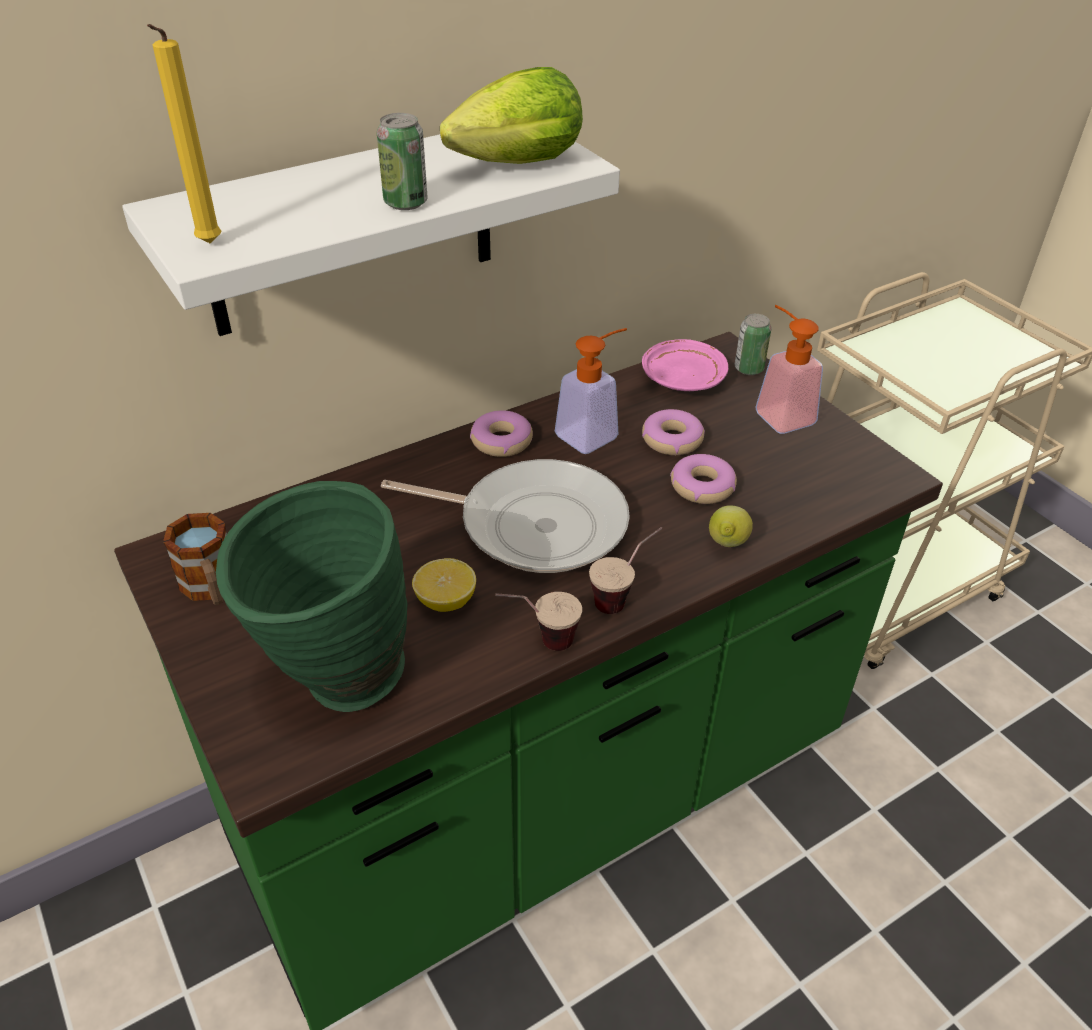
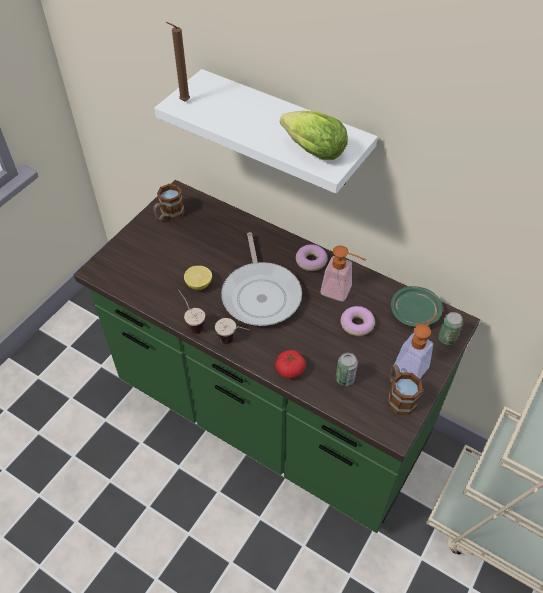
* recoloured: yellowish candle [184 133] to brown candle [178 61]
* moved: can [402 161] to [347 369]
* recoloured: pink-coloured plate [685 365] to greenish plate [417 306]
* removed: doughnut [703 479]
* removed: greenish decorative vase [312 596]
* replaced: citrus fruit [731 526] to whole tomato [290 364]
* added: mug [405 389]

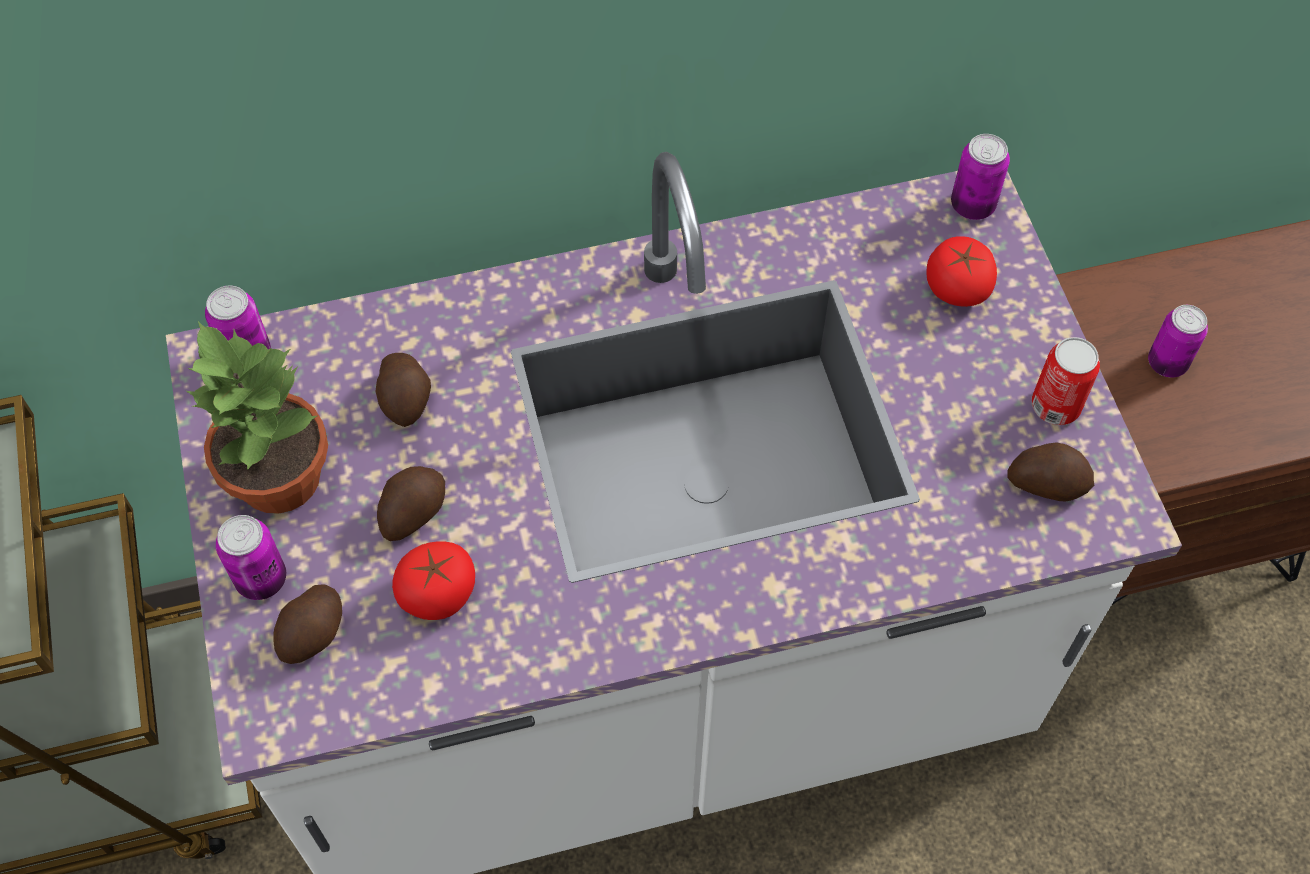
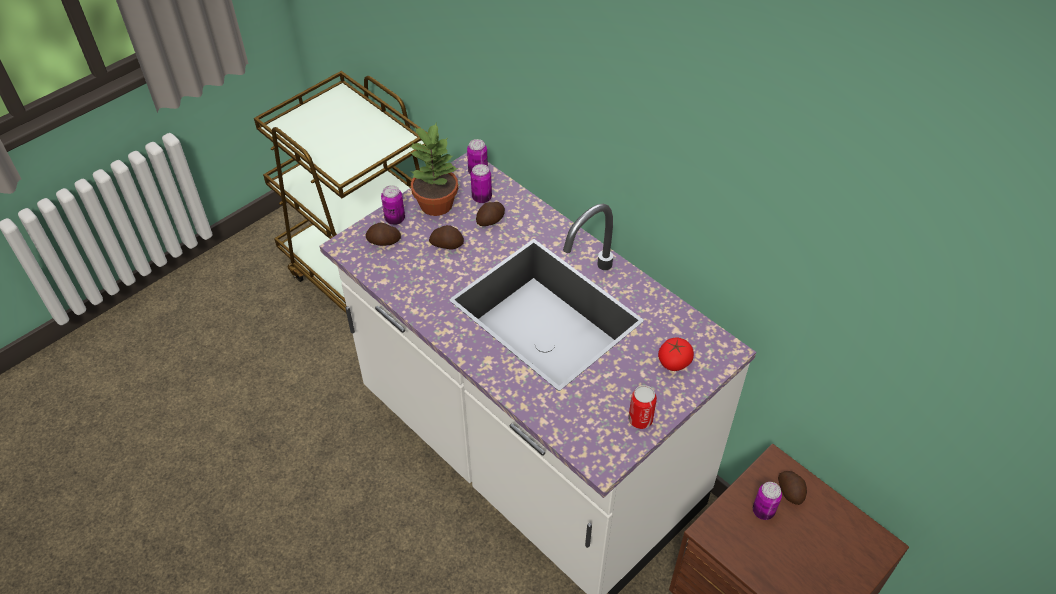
* moved: can [980 177] to [481 183]
* moved: whole potato [1050 471] to [792 488]
* removed: whole tomato [433 580]

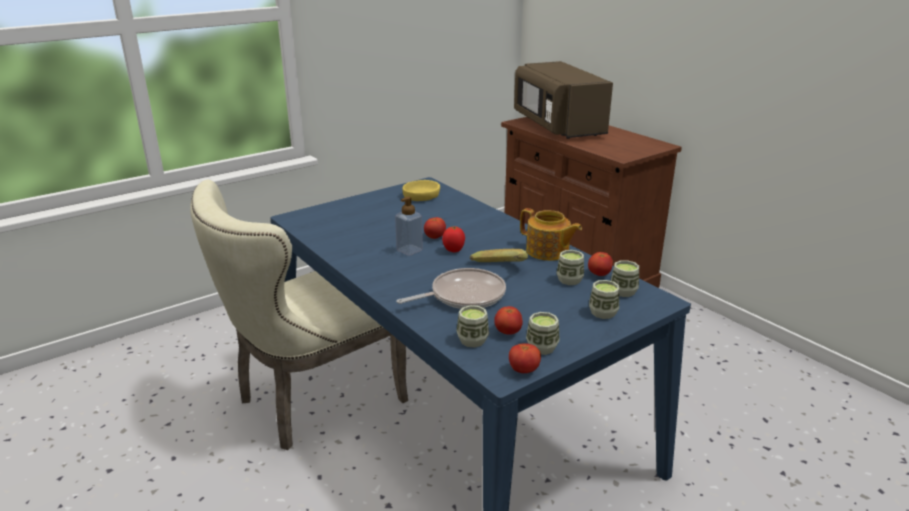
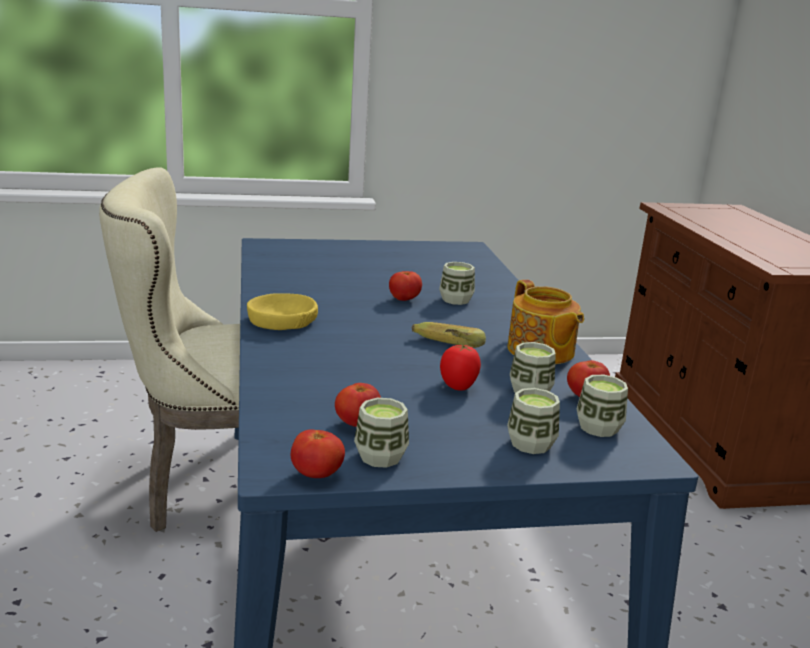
* removed: brown kitchen microwave [563 100]
* moved: yellowish bowl [421 190] to [282 311]
* removed: soap dispenser [409 226]
* moved: whole tomato [453 239] to [460 367]
* removed: frying pan [451 288]
* moved: small cup [473 326] to [457 283]

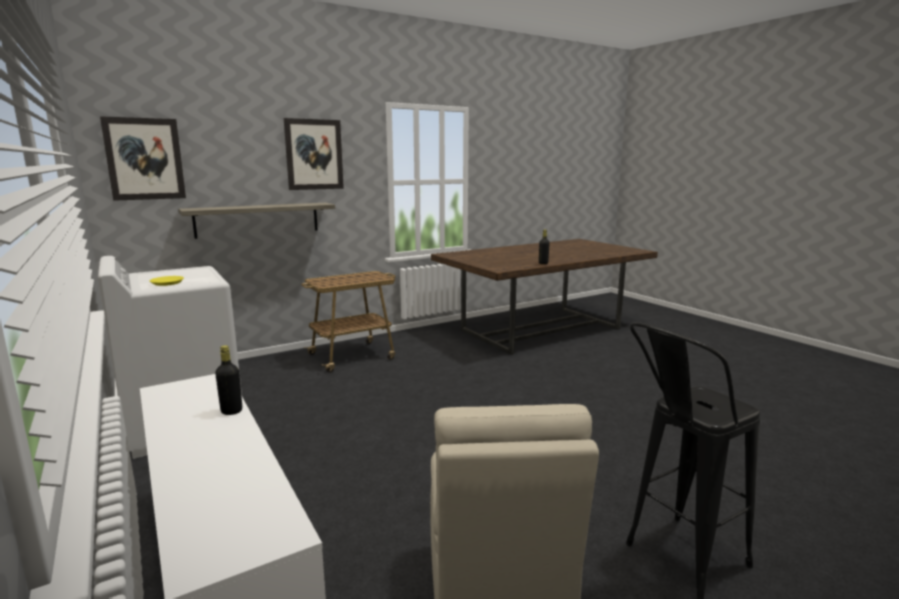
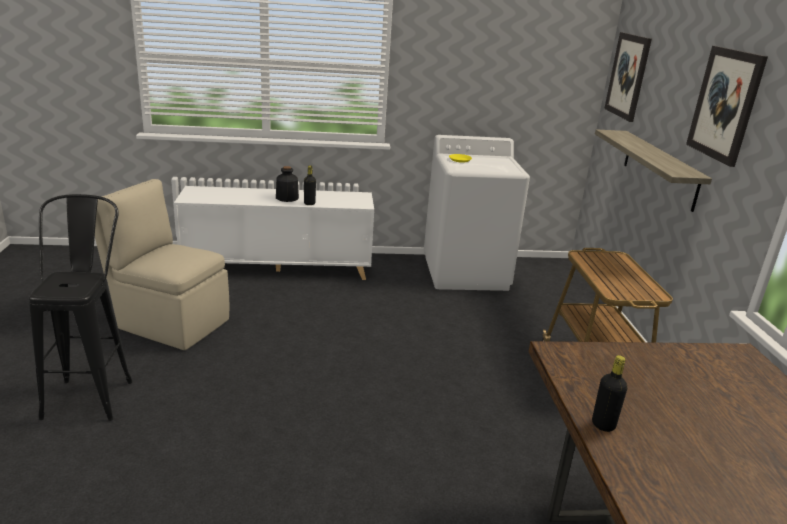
* added: beverage bottle [287 184]

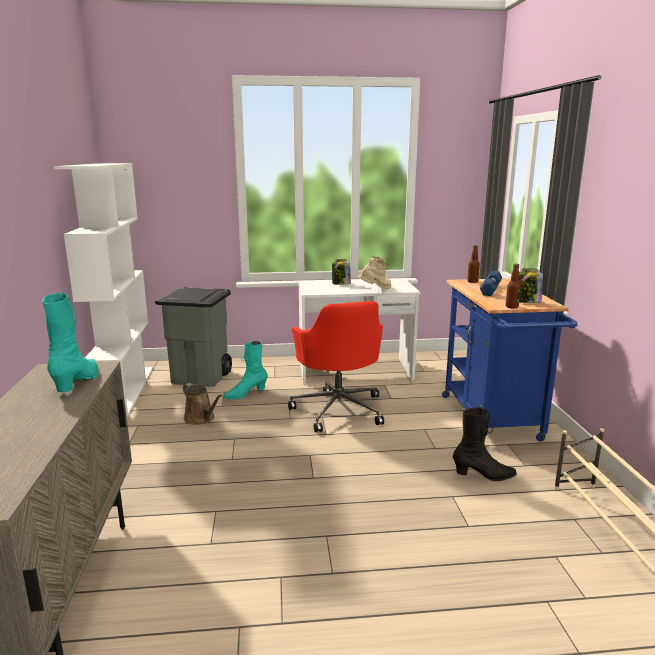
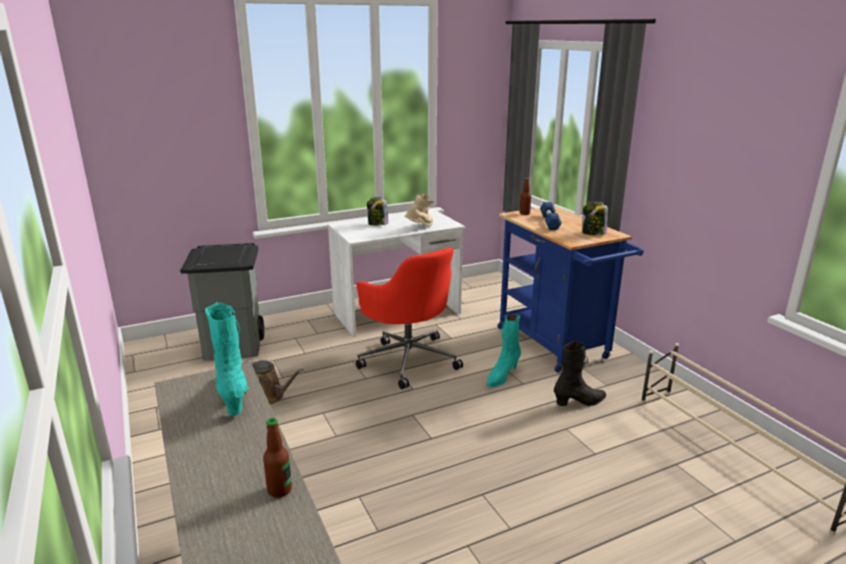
* removed: white-coloured bookcase [103 290]
* moved: beverage bottle [513 286] to [277 458]
* moved: turquoise high-top boot [245 370] to [503 350]

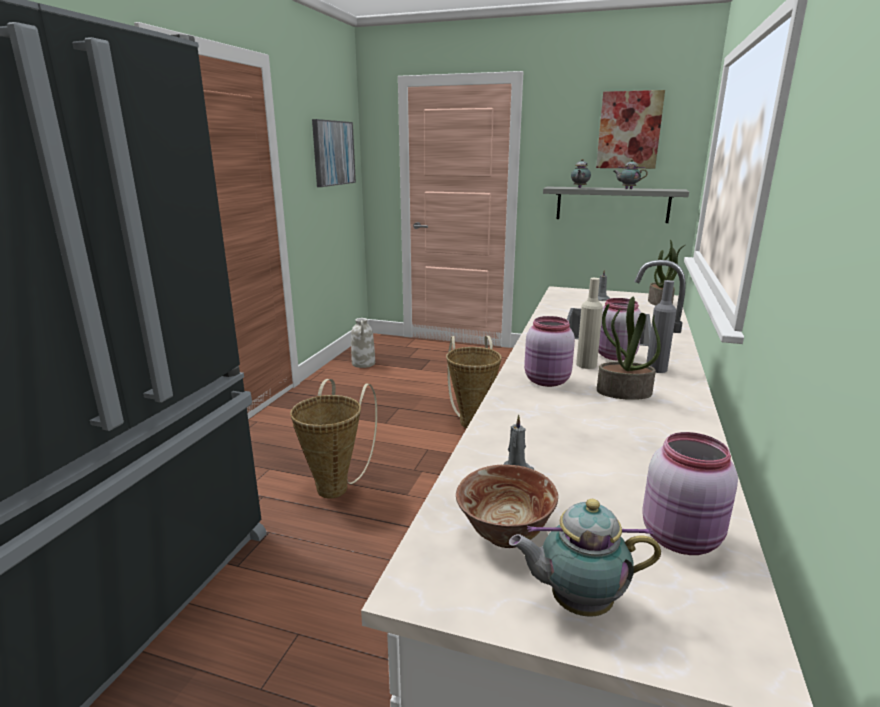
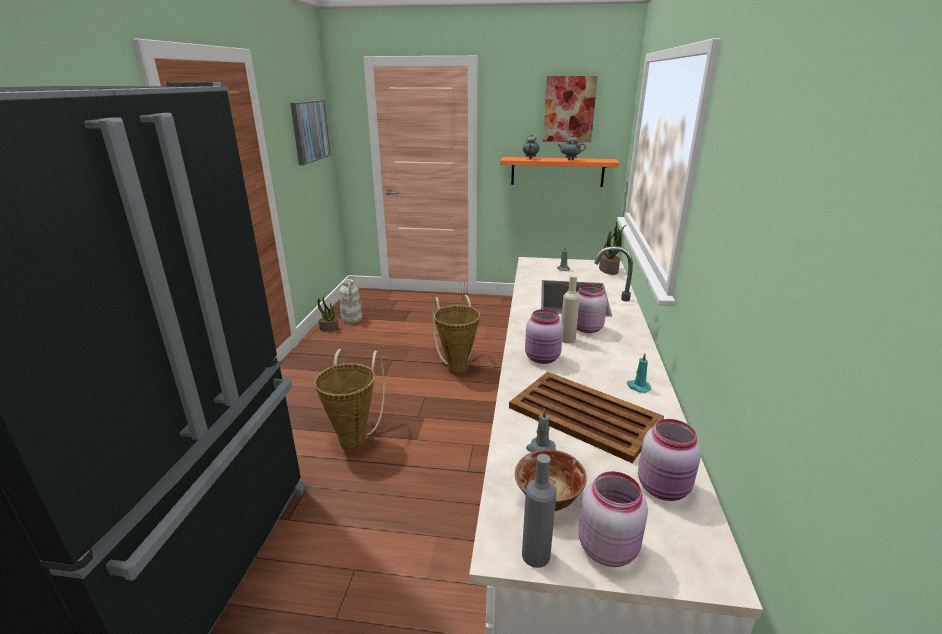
* recoloured: greyish wall shelf [616 204] to orange wall shelf [559 172]
* moved: greyish beverage bottle [661 326] to [539 511]
* moved: plant in a pot [629 348] to [328 314]
* replaced: tea pot [585 558] to pink-coloured jar [613 519]
* added: turquoise candle [639 373]
* added: brown carrying tray [586 417]

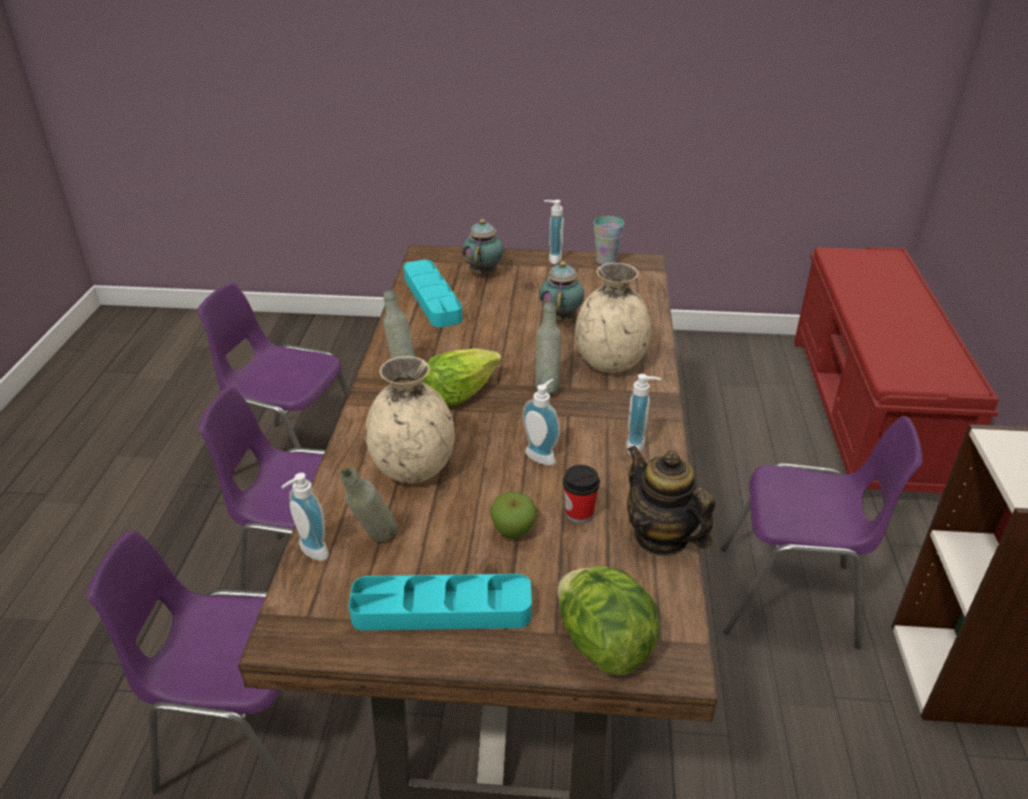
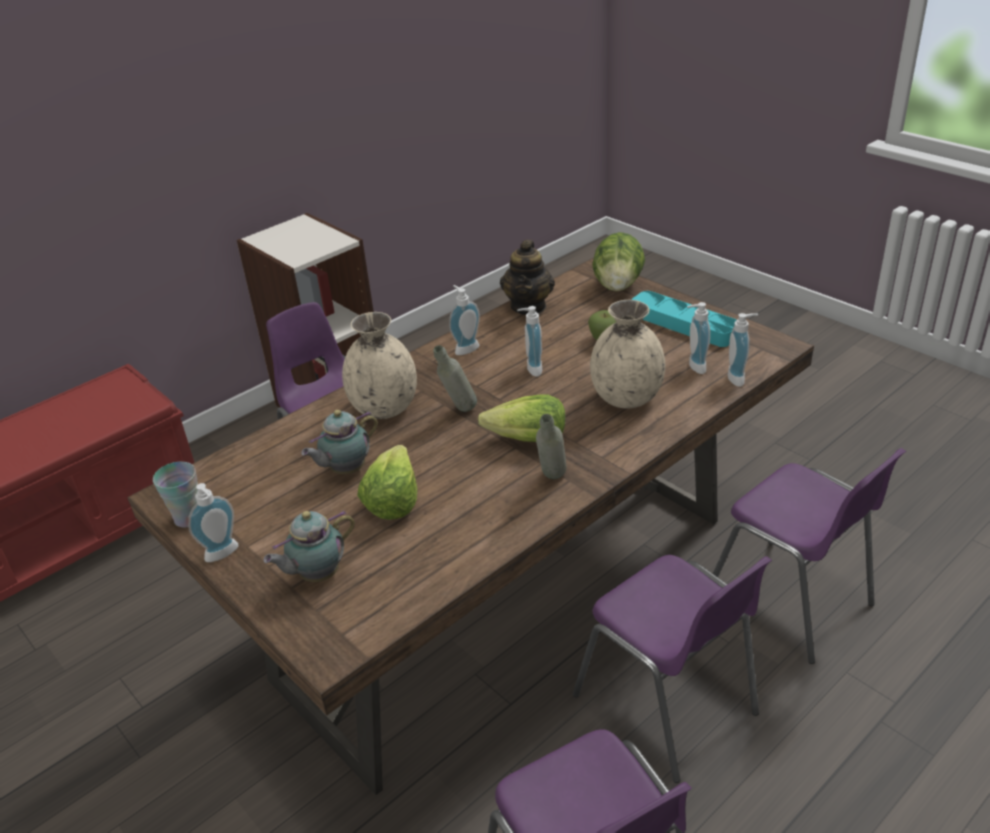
* removed: turquoise carrying tray [432 293]
* removed: small cup [581 494]
* replaced: greyish beverage bottle [369 505] to soap dispenser [698 338]
* added: head of lettuce [387 482]

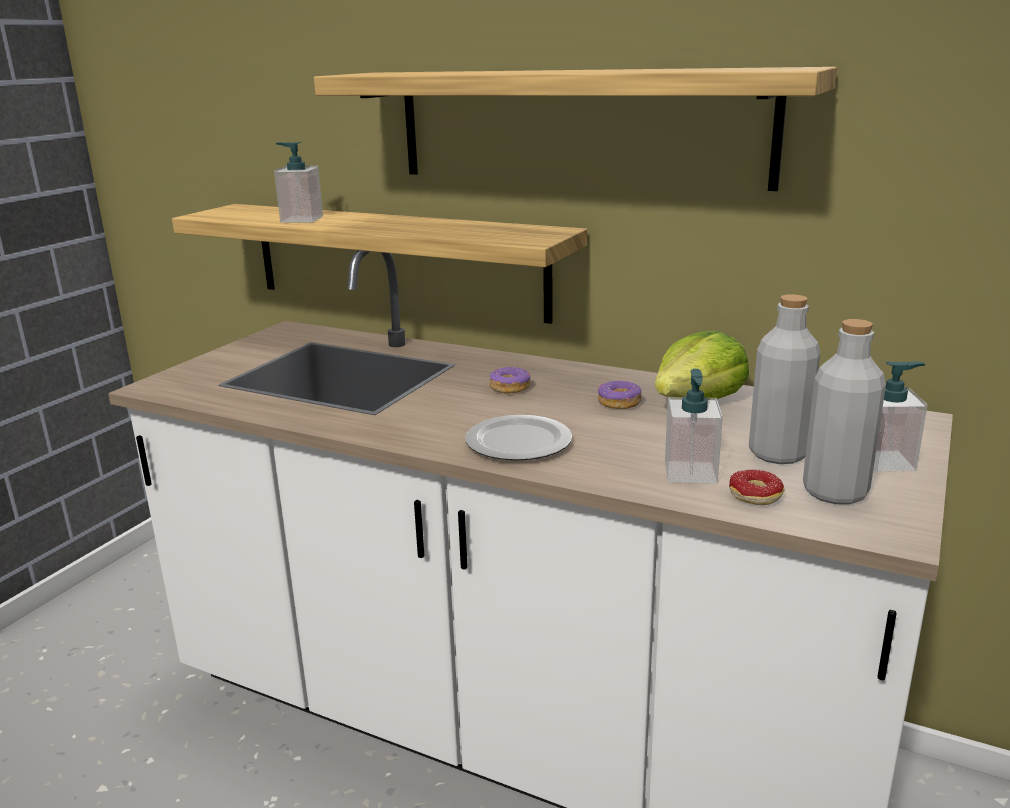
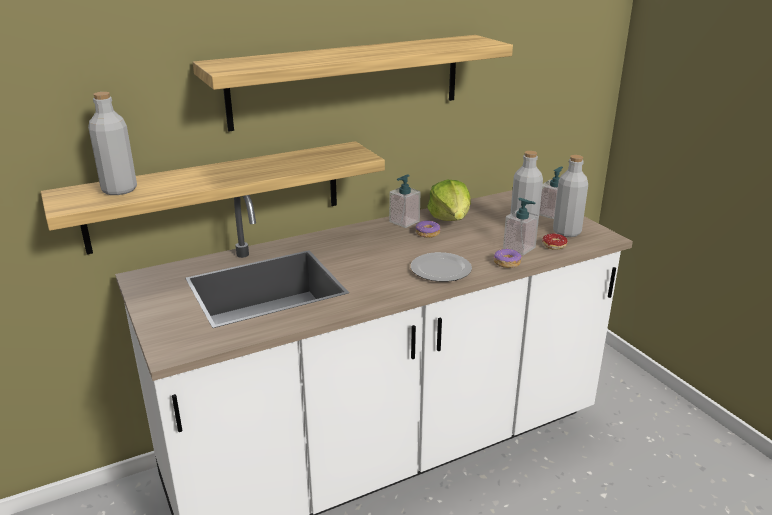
* moved: soap dispenser [298 182] to [405 201]
* moved: doughnut [509 380] to [508 258]
* added: greyish beverage bottle [112 143]

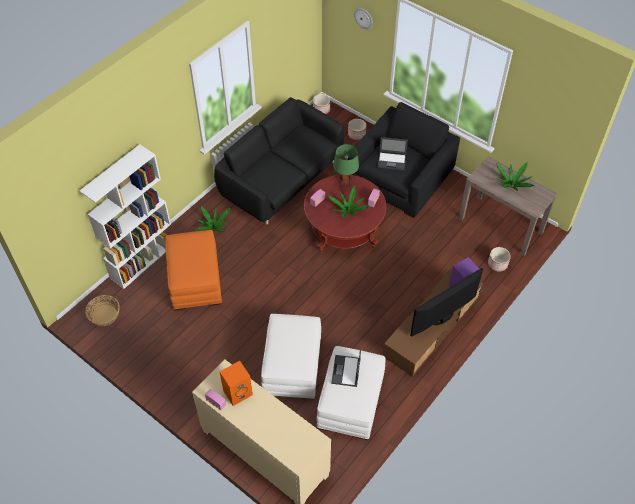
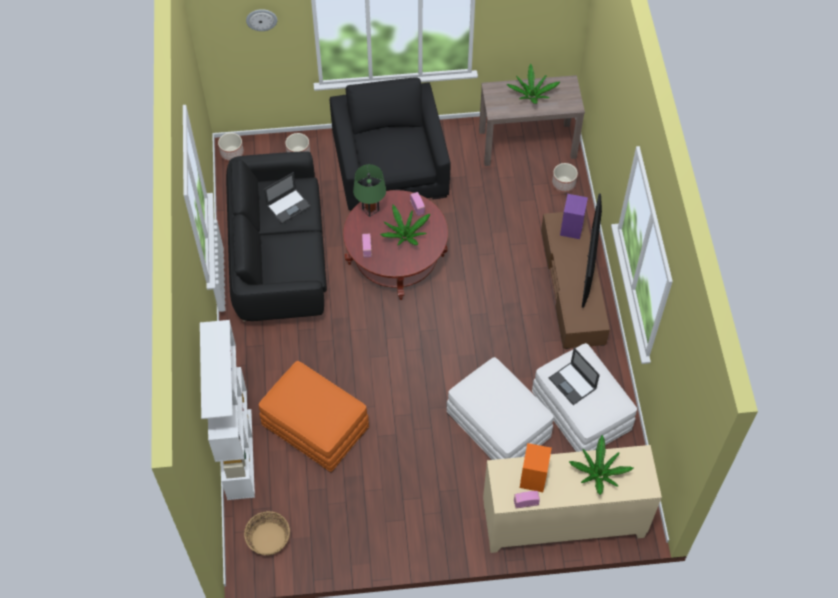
* moved: laptop [392 153] to [287 198]
* moved: plant in a pot [212 219] to [601 465]

